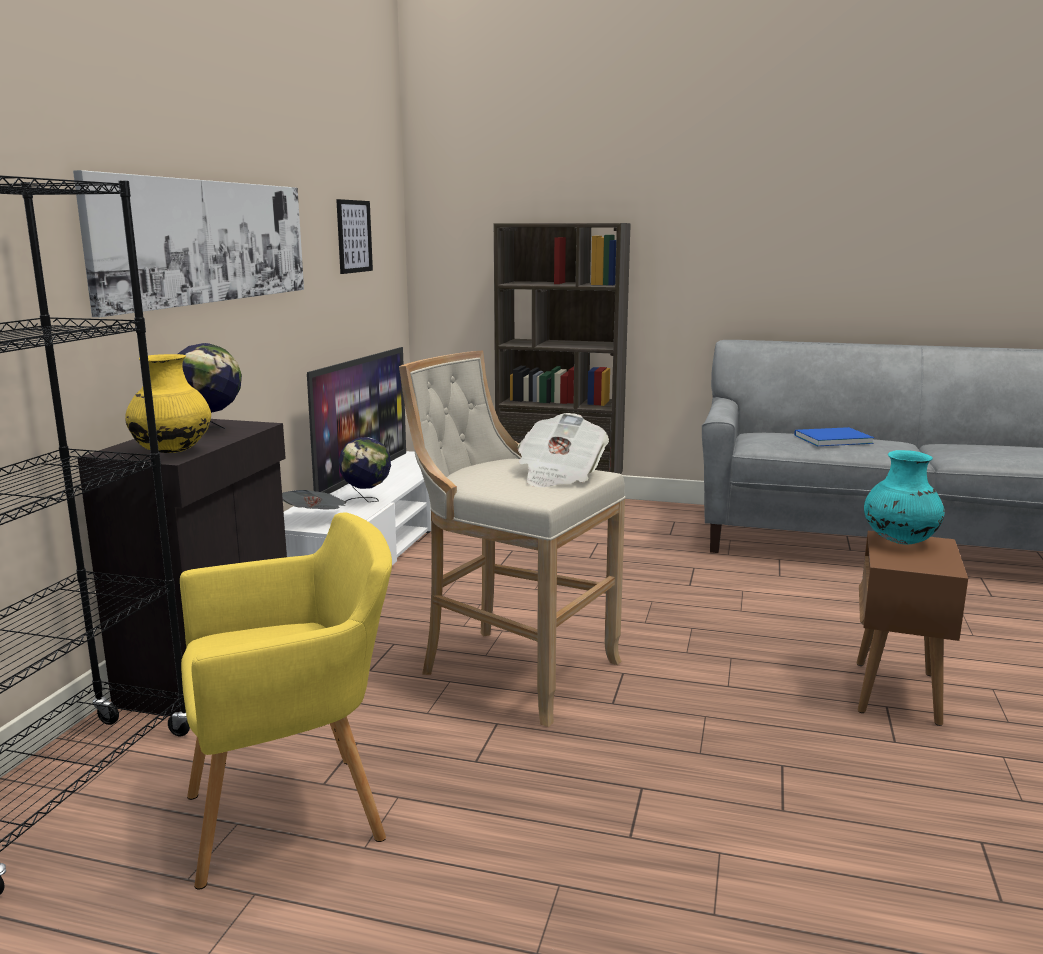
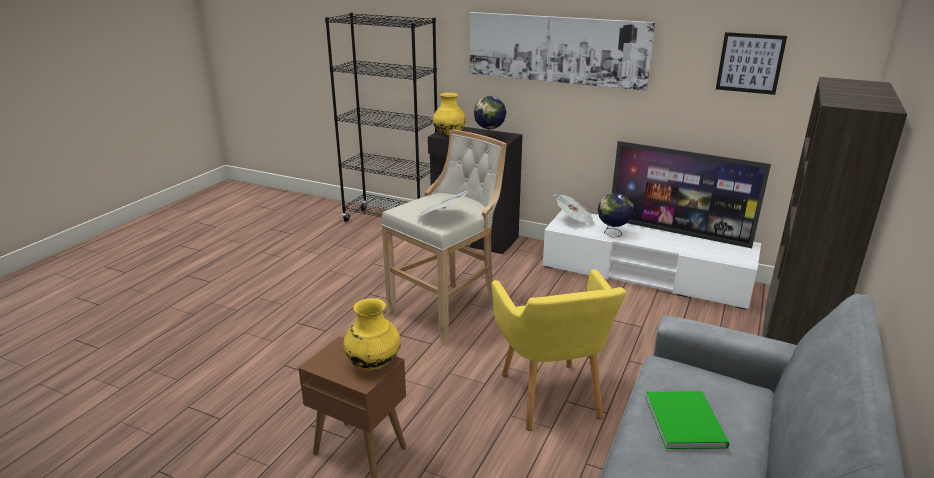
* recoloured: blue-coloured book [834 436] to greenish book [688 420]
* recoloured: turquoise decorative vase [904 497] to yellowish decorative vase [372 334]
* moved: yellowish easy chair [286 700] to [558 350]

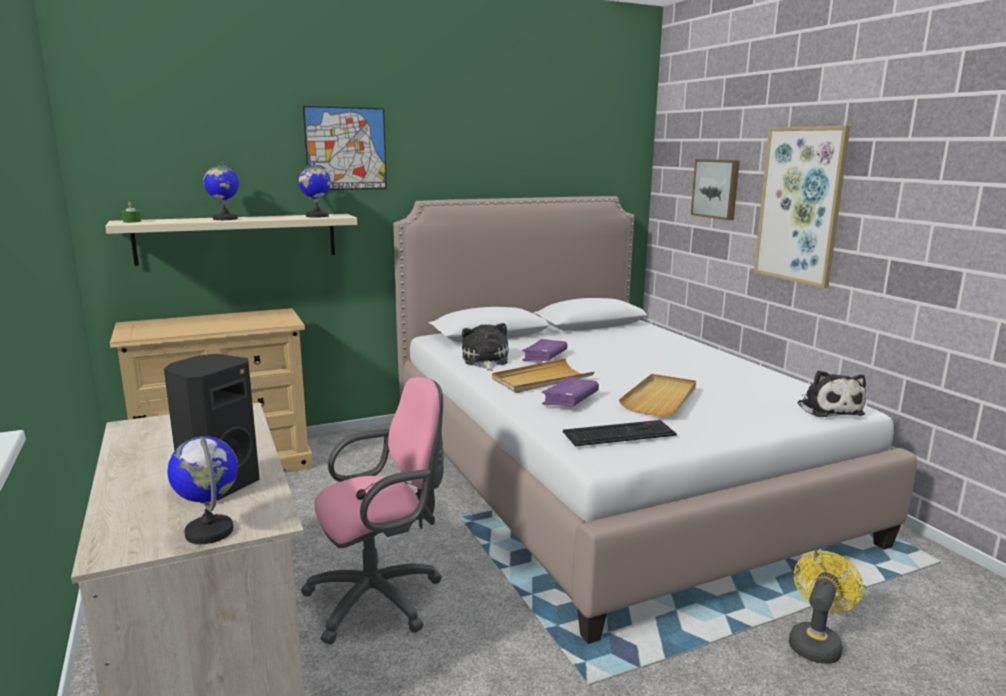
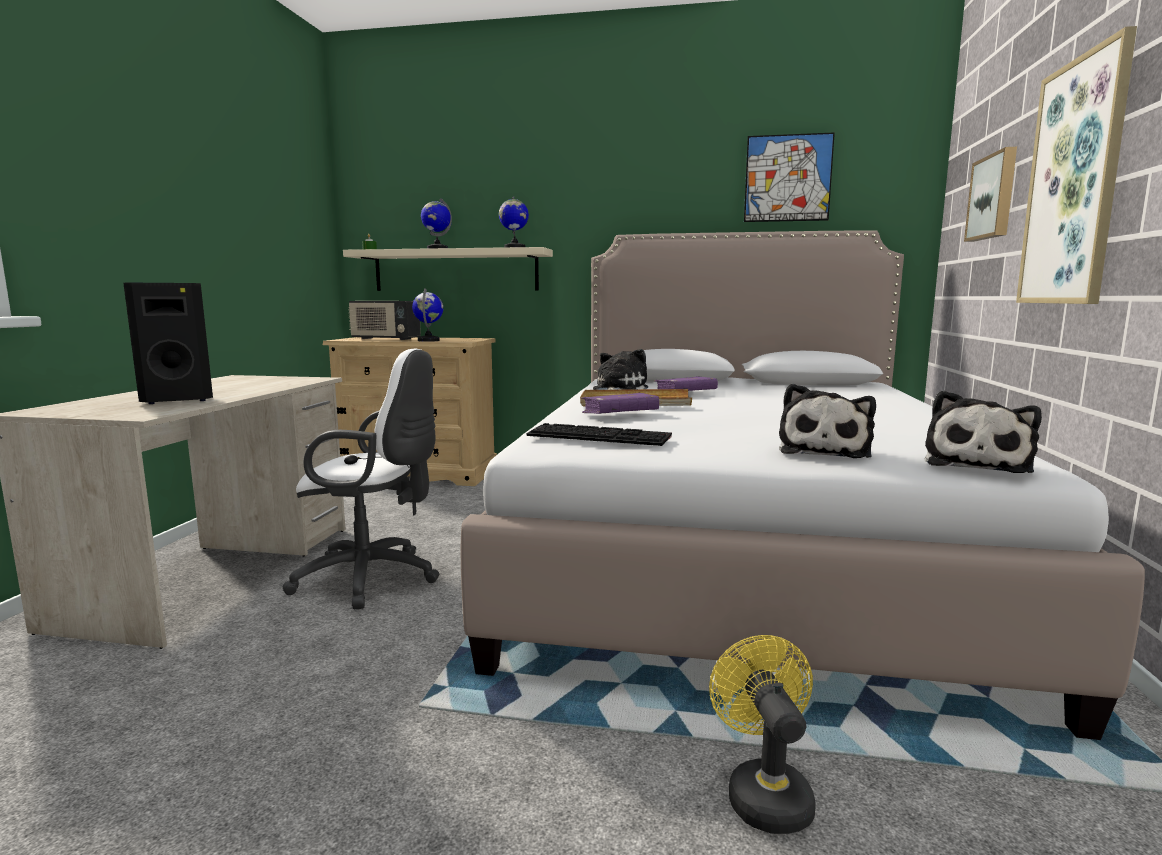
* moved: picture [345 148] to [789 177]
* removed: beige carrying tray [657 395]
* recoloured: pink-coloured computer chair [372 510] to white-coloured computer chair [361 479]
* moved: desk globe [202 490] to [427 315]
* turned: yellowish cooling fan [826 607] = [762 734] 75 degrees counterclockwise
* added: radio receiver [384 320]
* added: plush toy [827 420]

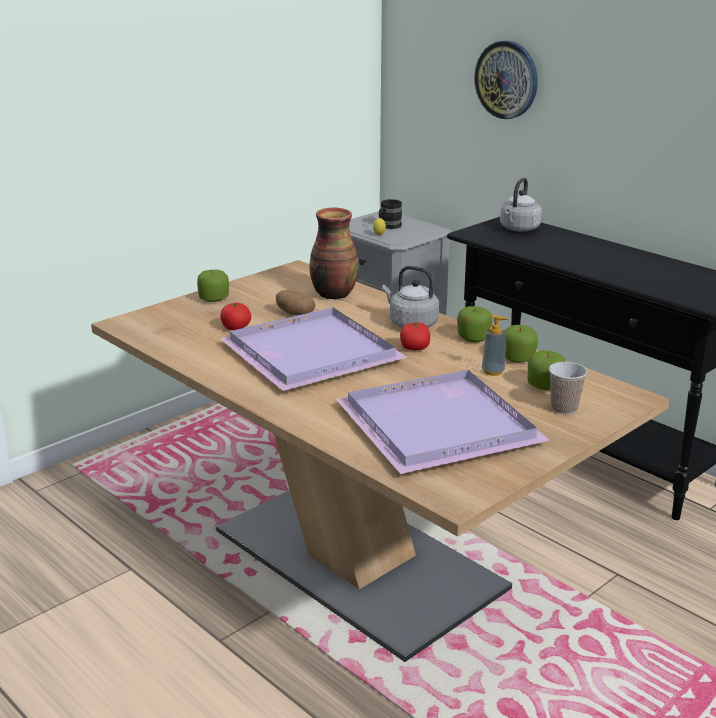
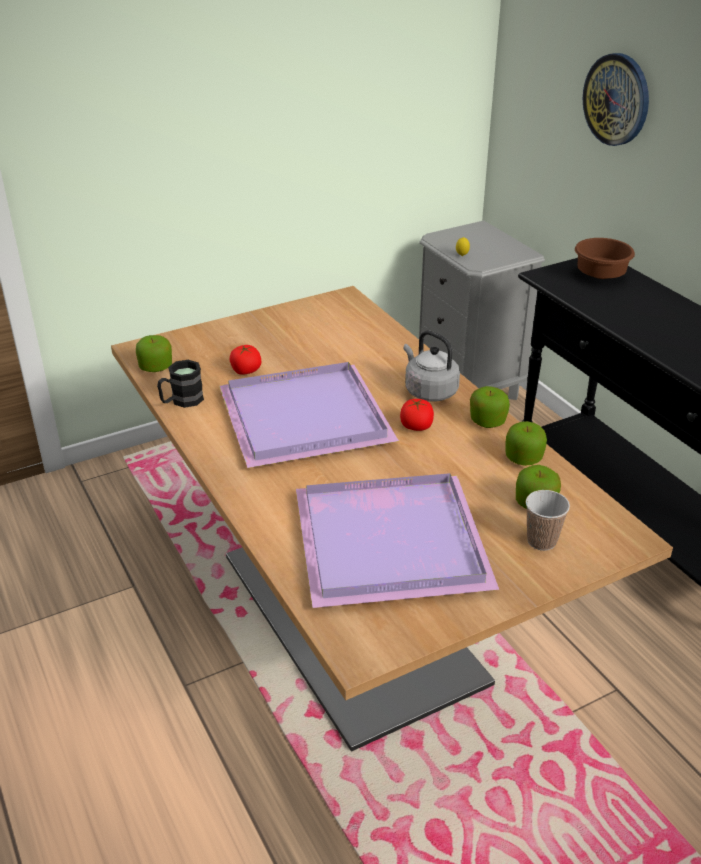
* replaced: greyish tea kettle [521 205] to brown bowl [605 258]
* moved: black mug [390 214] to [180 384]
* removed: decorative vase [333 253]
* moved: whole apple [213 286] to [154 353]
* removed: whole potato [295 302]
* removed: soap dispenser [495 345]

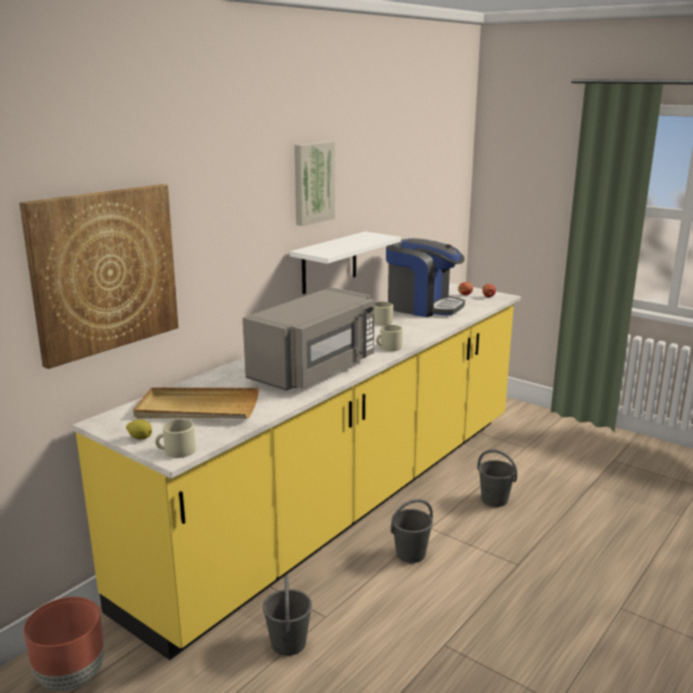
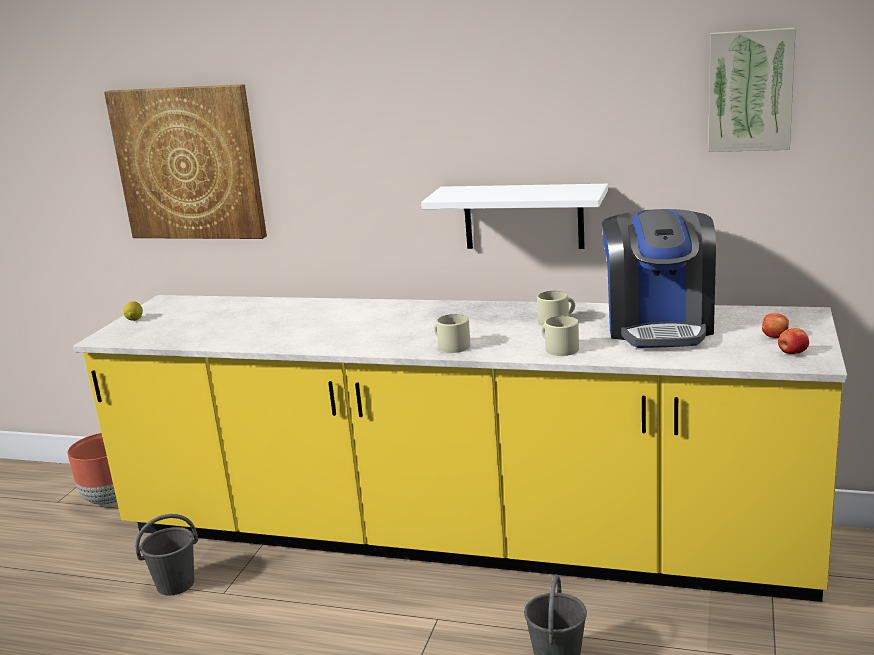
* moved: picture [314 183] to [752 90]
* removed: greyish kitchen microwave [309 339]
* removed: beige carrying tray [196 403]
* moved: beige mug [175 438] to [560 336]
* removed: greyish water bucket [412 531]

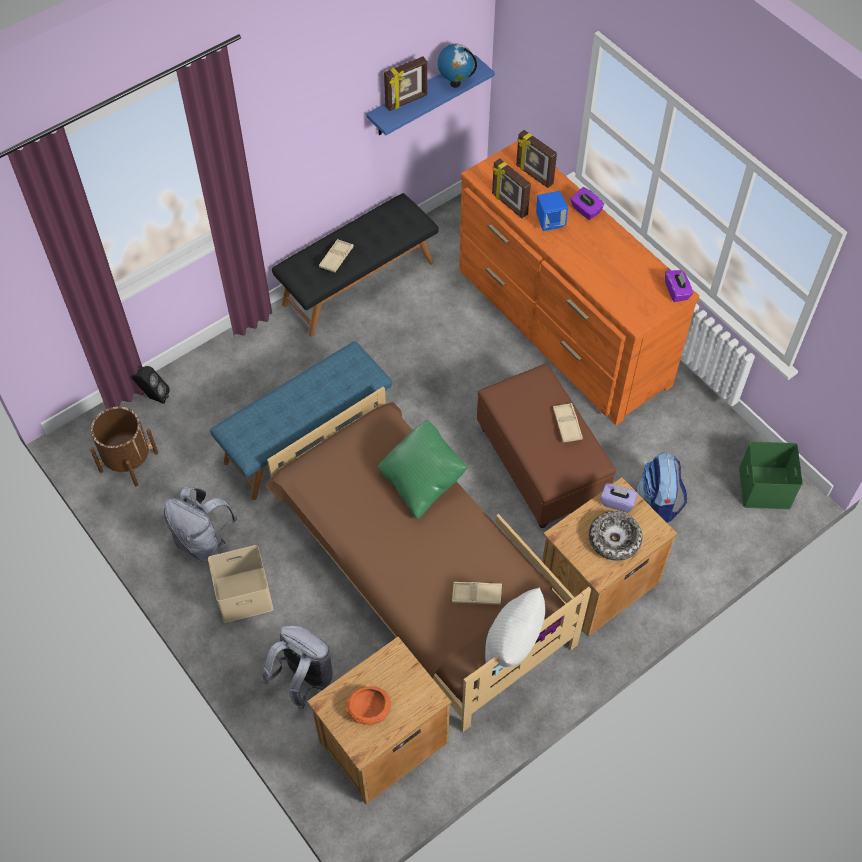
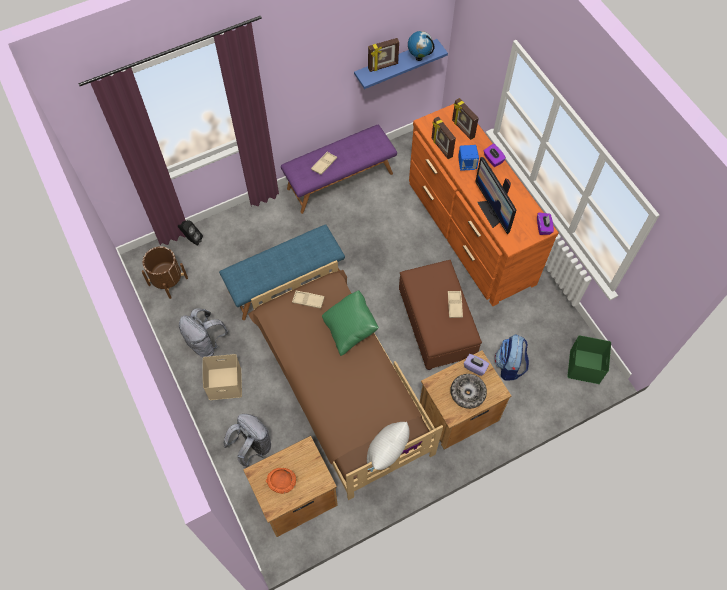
* recoloured: black indoor bench [355 265] to purple-coloured indoor bench [339 169]
* moved: beige carrying tray [477 593] to [308 300]
* added: computer display [495 195]

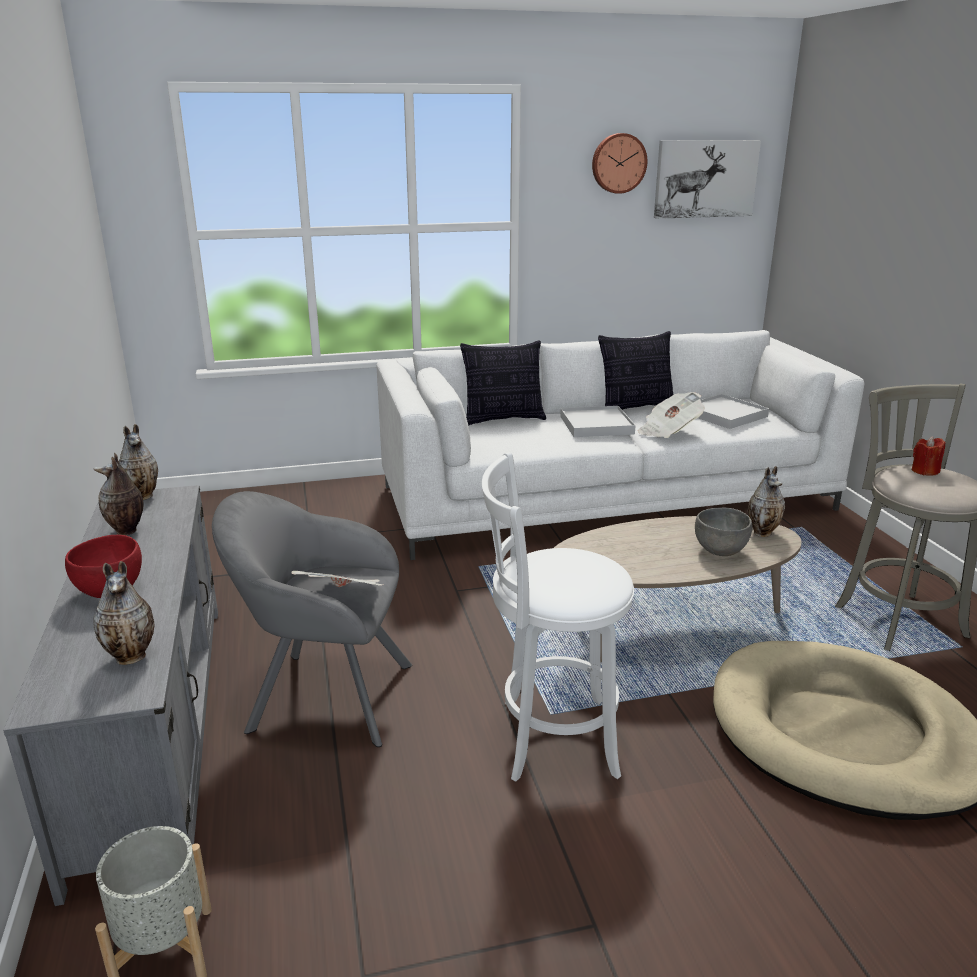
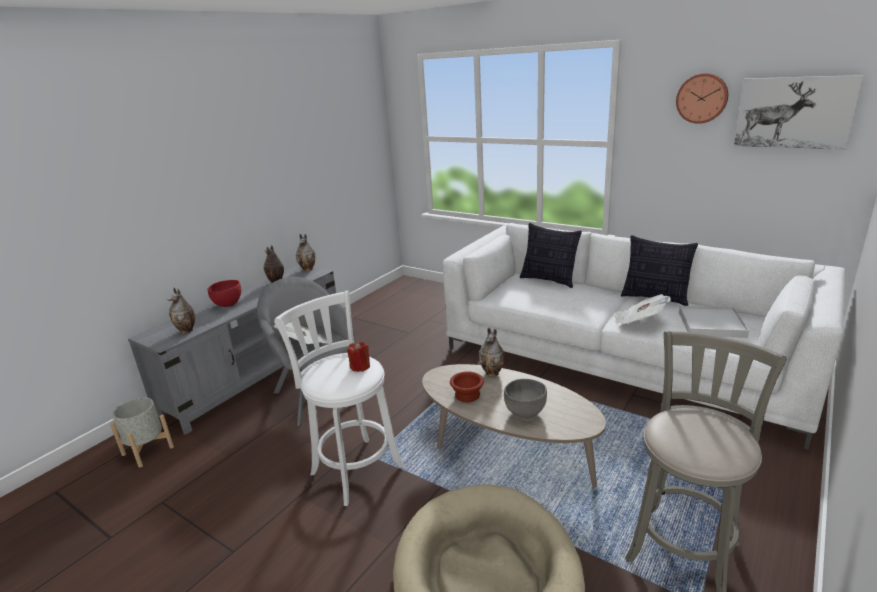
* removed: white-coloured carrying tray [598 421]
* moved: reddish candle [928 456] to [359 357]
* moved: decorative vase [766 501] to [492 352]
* added: brown bowl [467 386]

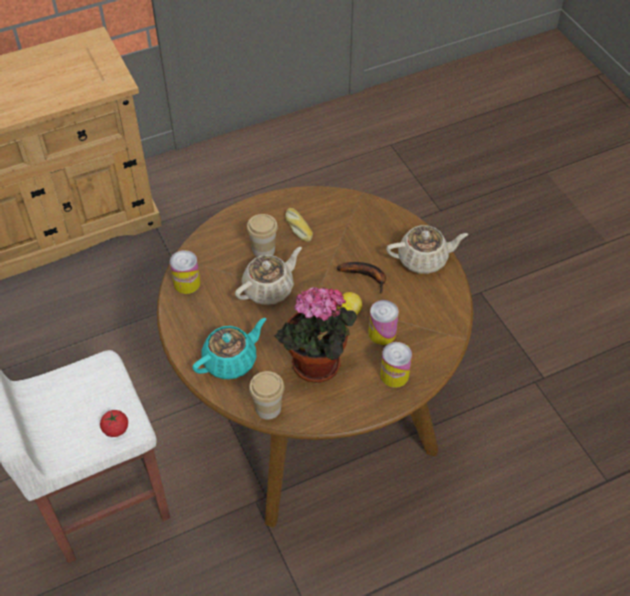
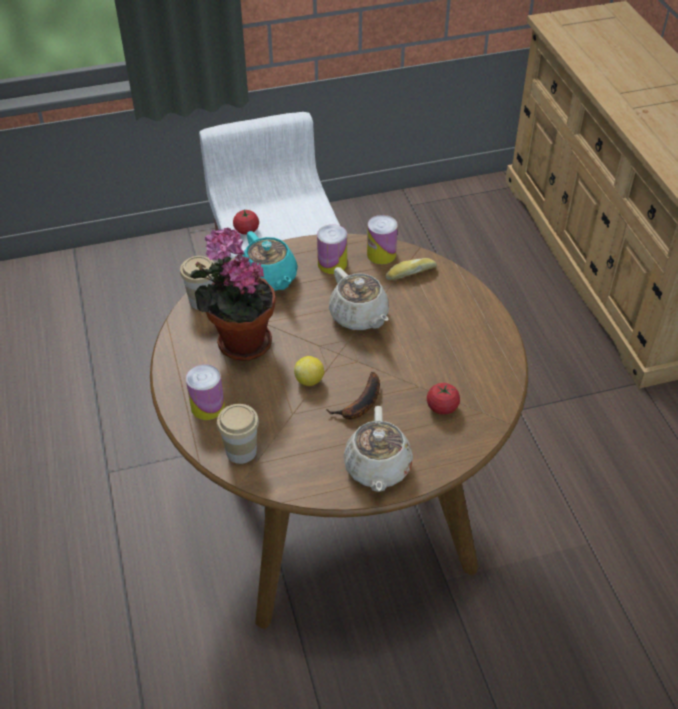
* moved: bakery bread [299 225] to [411 269]
* moved: small cup [262 235] to [238 434]
* moved: can [384 322] to [332 249]
* added: whole tomato [443 399]

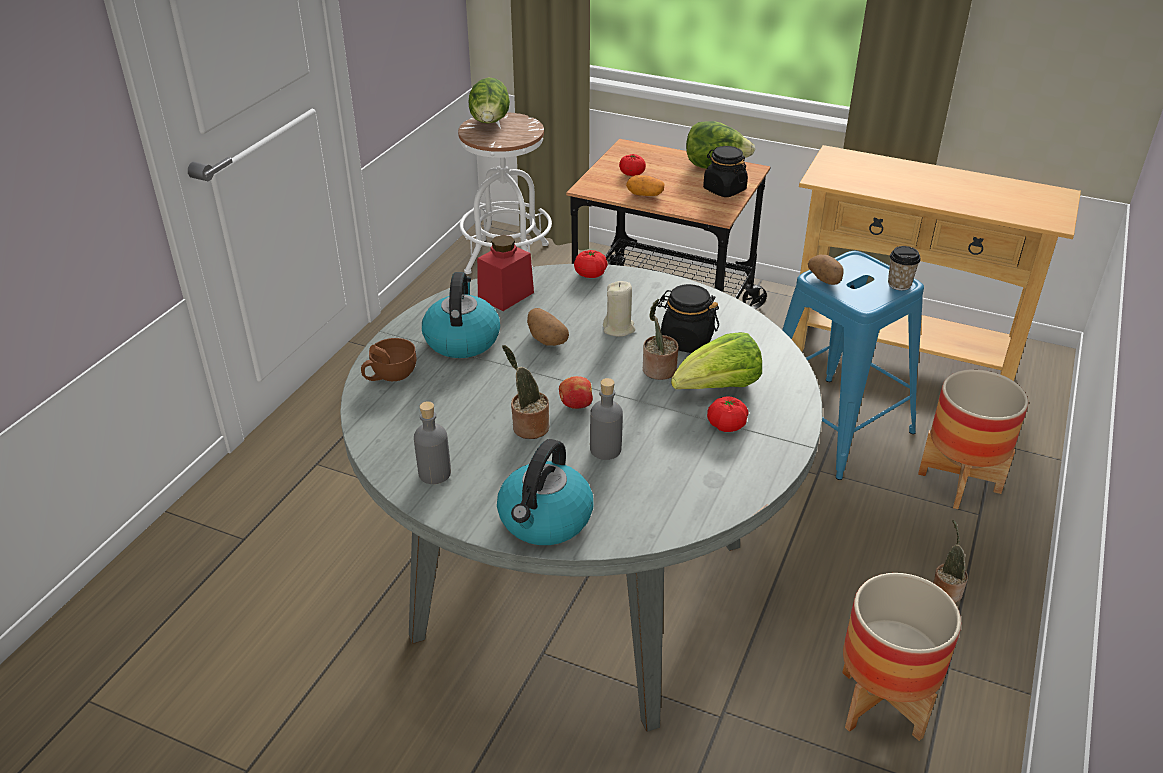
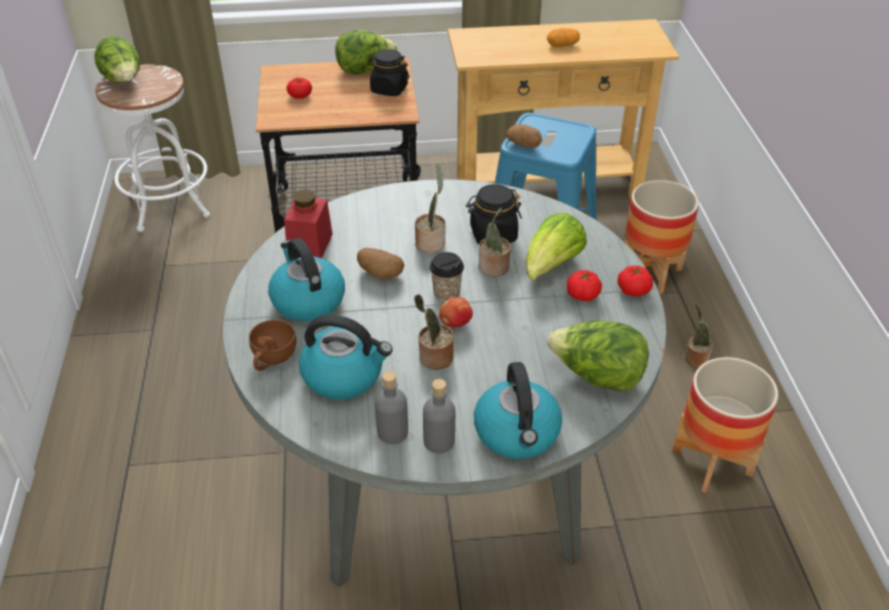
* moved: whole potato [645 185] to [563 37]
* moved: small cup [904 268] to [447 277]
* moved: whole tomato [590 264] to [635 281]
* replaced: beige candle [619 309] to plant in a pot [430 208]
* moved: greyish beverage bottle [606 419] to [439 416]
* added: tea kettle [346 357]
* added: head of lettuce [598 356]

